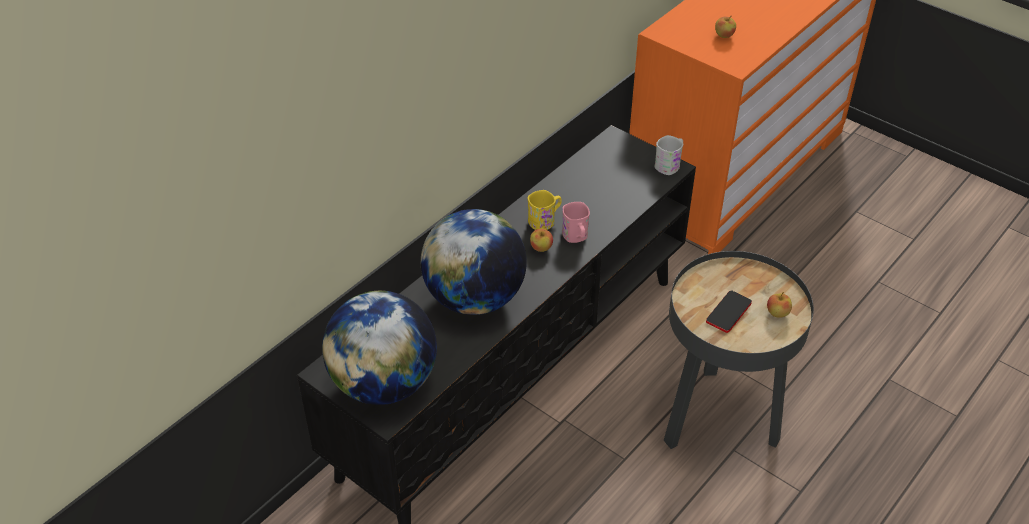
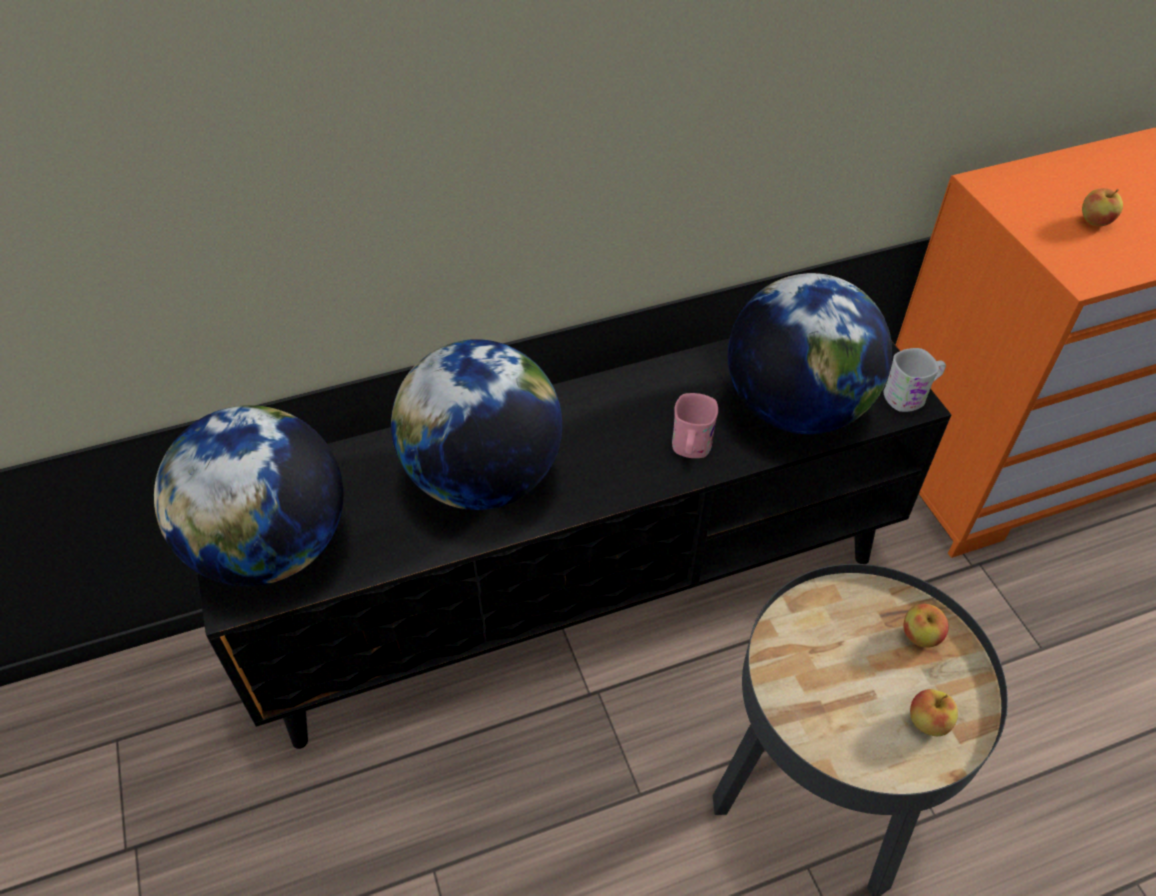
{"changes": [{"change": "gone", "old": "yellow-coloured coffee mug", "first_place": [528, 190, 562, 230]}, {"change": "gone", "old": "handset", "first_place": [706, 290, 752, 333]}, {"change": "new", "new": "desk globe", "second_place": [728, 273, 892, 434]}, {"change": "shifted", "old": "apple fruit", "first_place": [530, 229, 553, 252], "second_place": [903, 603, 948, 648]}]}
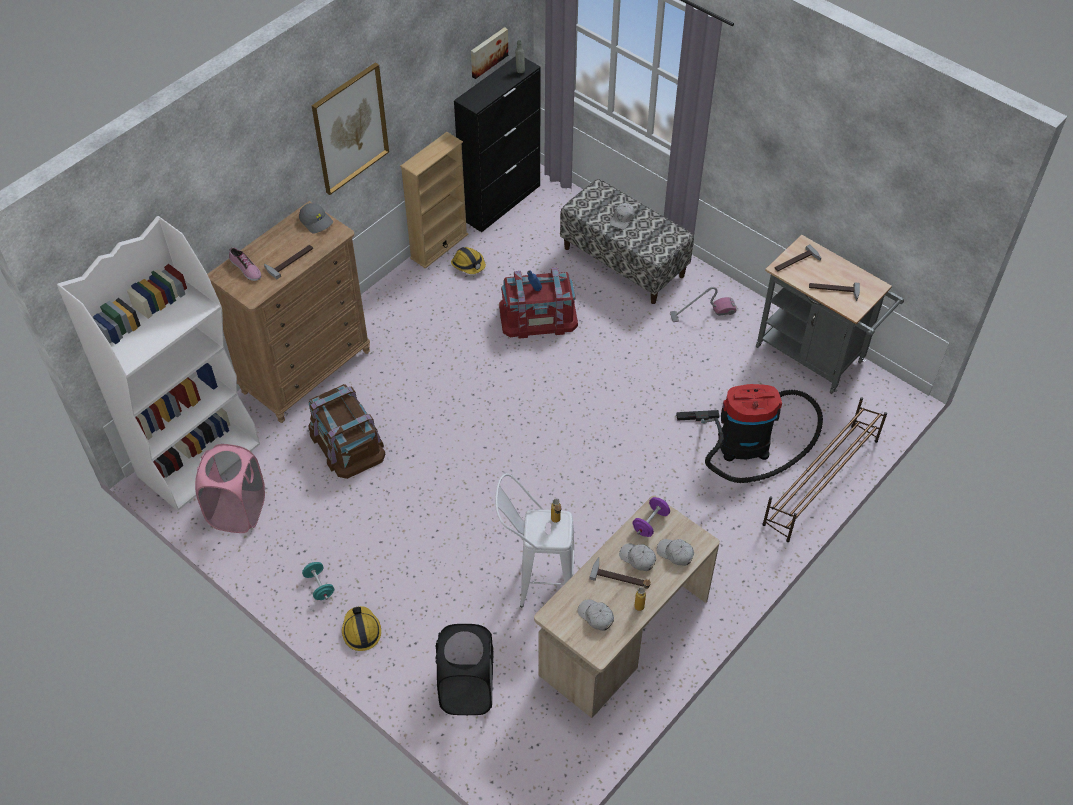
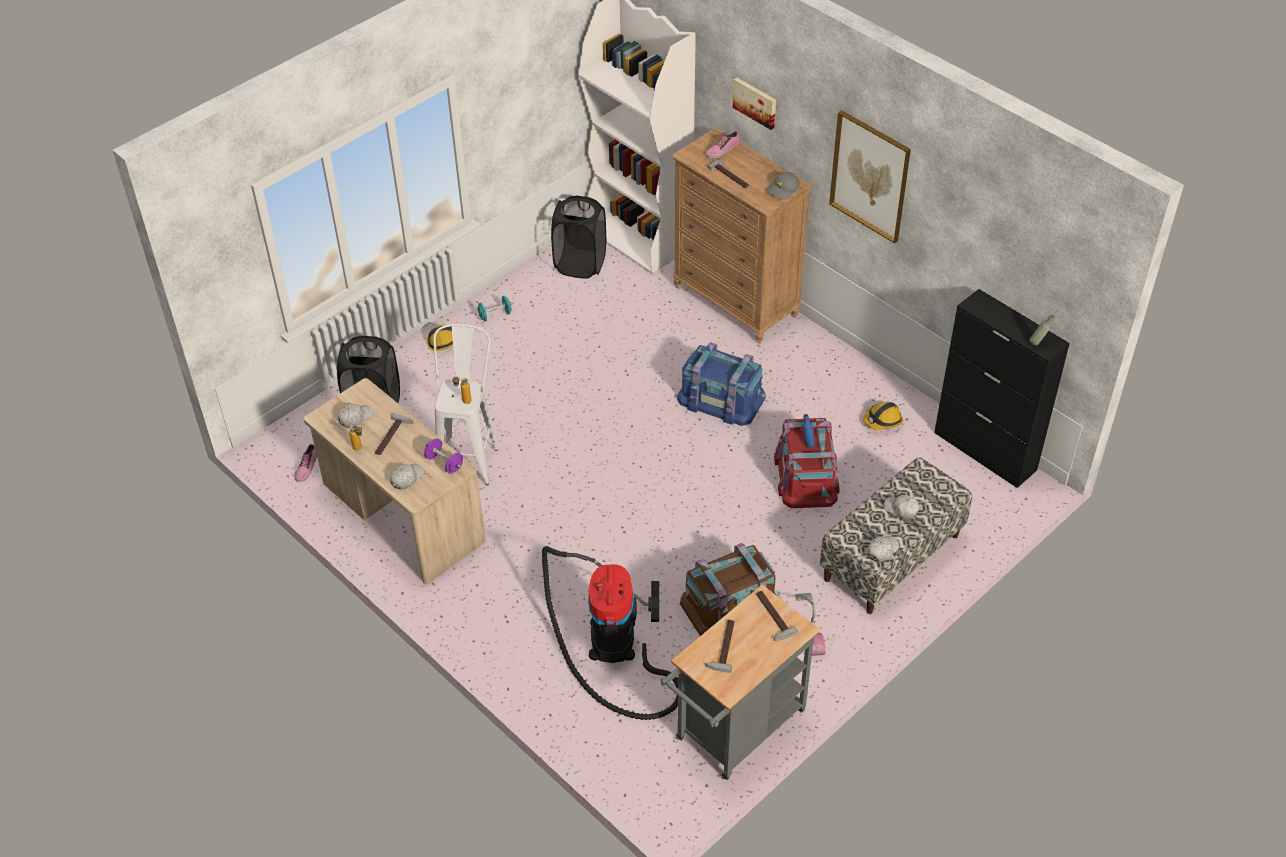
{"changes": [{"change": "gone", "old": "beige bookcase", "first_place": [400, 132, 468, 269]}, {"change": "gone", "old": "brown-coloured shoe shelf", "first_place": [762, 397, 887, 542]}, {"change": "new", "new": "low shoe", "second_place": [295, 444, 317, 482]}, {"change": "new", "new": "bluish storage bin", "second_place": [677, 342, 766, 426]}, {"change": "shifted", "old": "brown-coloured storage bin", "first_place": [308, 384, 386, 479], "second_place": [680, 543, 776, 636]}, {"change": "shifted", "old": "wall art", "first_place": [471, 27, 508, 79], "second_place": [733, 78, 776, 130]}, {"change": "shifted", "old": "whitish peaked cap", "first_place": [619, 543, 656, 571], "second_place": [868, 536, 899, 562]}, {"change": "repainted", "old": "pink-coloured hamper", "new": "black hamper", "first_place": [195, 444, 265, 533], "second_place": [551, 195, 606, 279]}]}
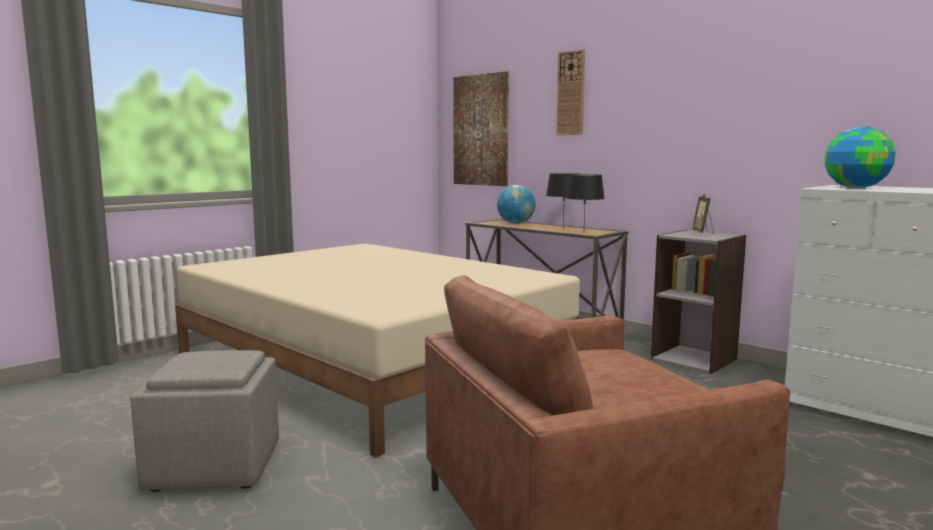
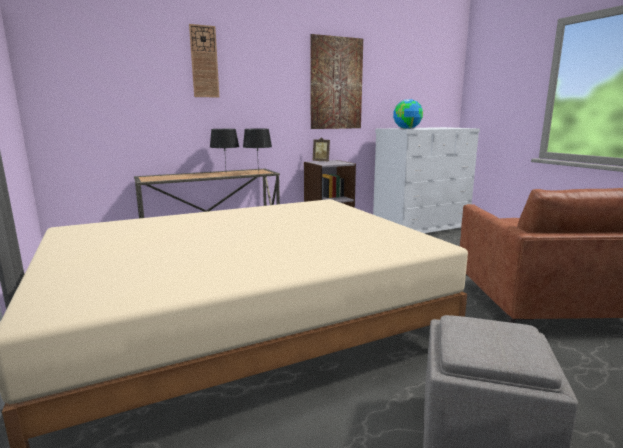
{"changes": [{"change": "gone", "old": "desk globe", "first_place": [497, 185, 536, 224]}, {"change": "shifted", "old": "wall art", "first_place": [453, 71, 509, 186], "second_place": [310, 34, 363, 129]}]}
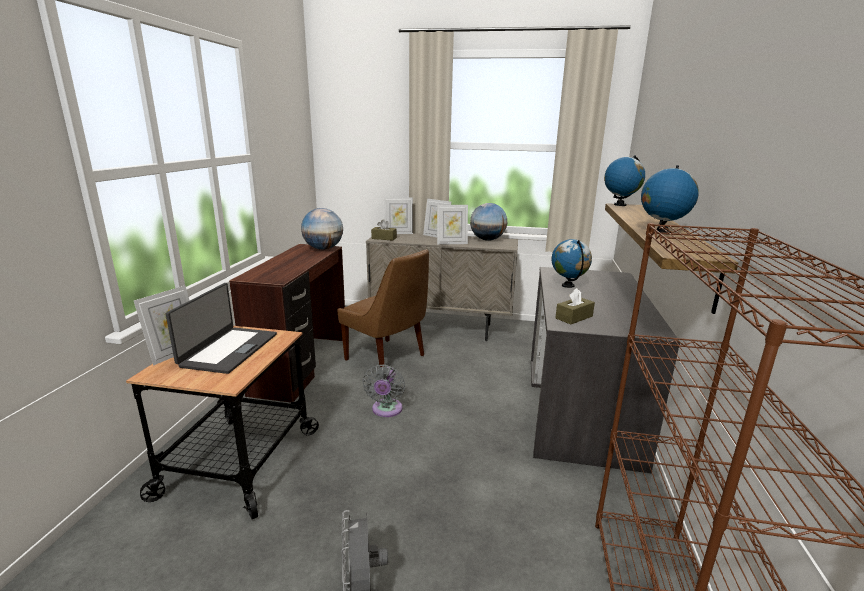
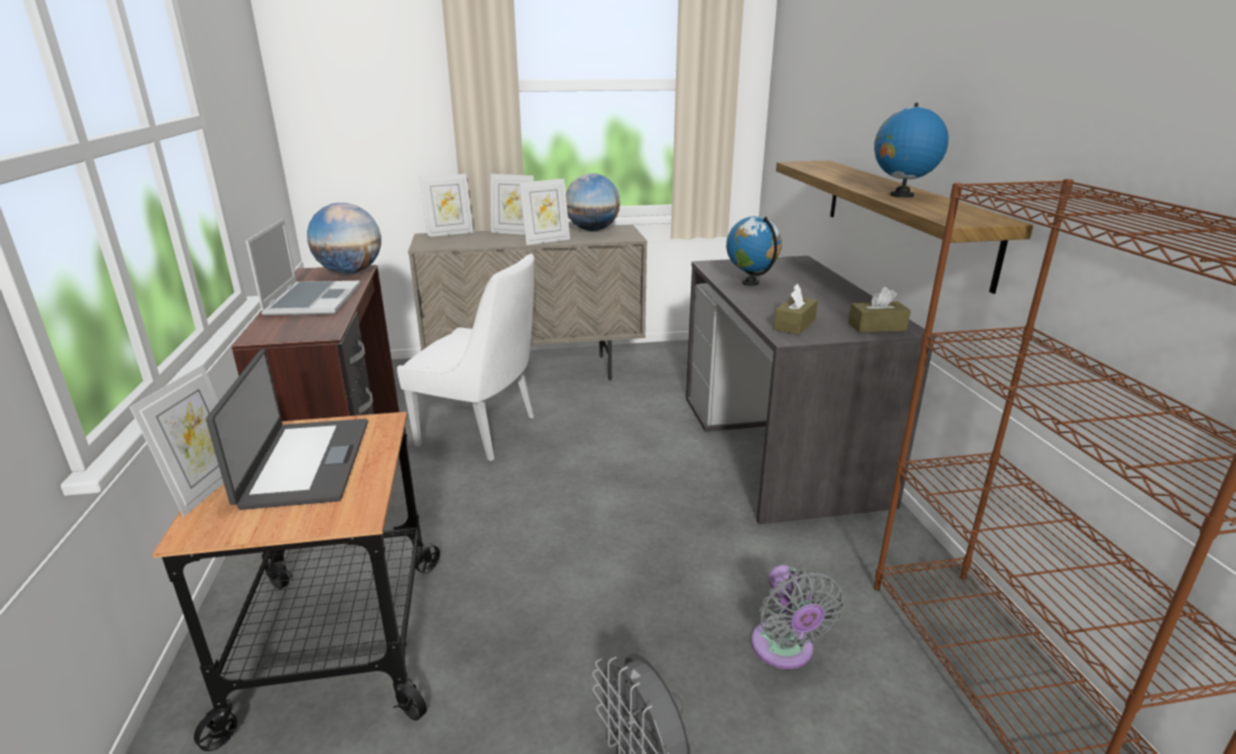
{"changes": [{"change": "gone", "old": "desk globe", "first_place": [604, 155, 645, 206]}, {"change": "new", "new": "notebook computer", "second_place": [246, 219, 360, 316]}, {"change": "shifted", "old": "gray fan", "first_place": [363, 364, 405, 417], "second_place": [751, 565, 844, 669]}, {"change": "shifted", "old": "brown-coloured tissue holder", "first_place": [371, 219, 397, 241], "second_place": [848, 287, 911, 333]}, {"change": "repainted", "old": "brown-coloured upright chair", "new": "whitish upright chair", "first_place": [337, 249, 429, 367], "second_place": [397, 254, 534, 461]}]}
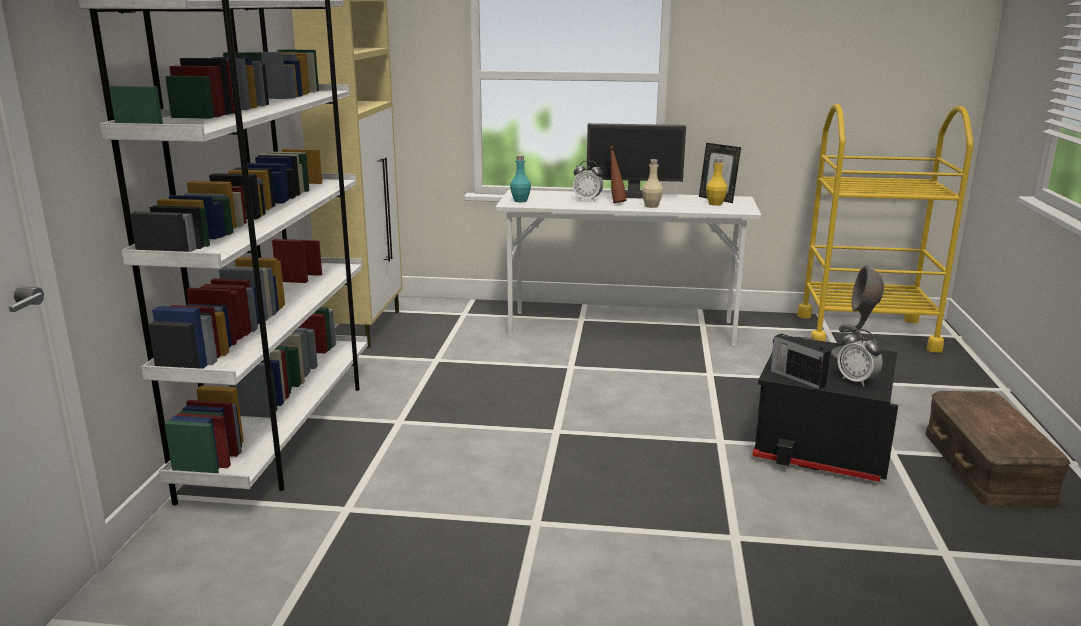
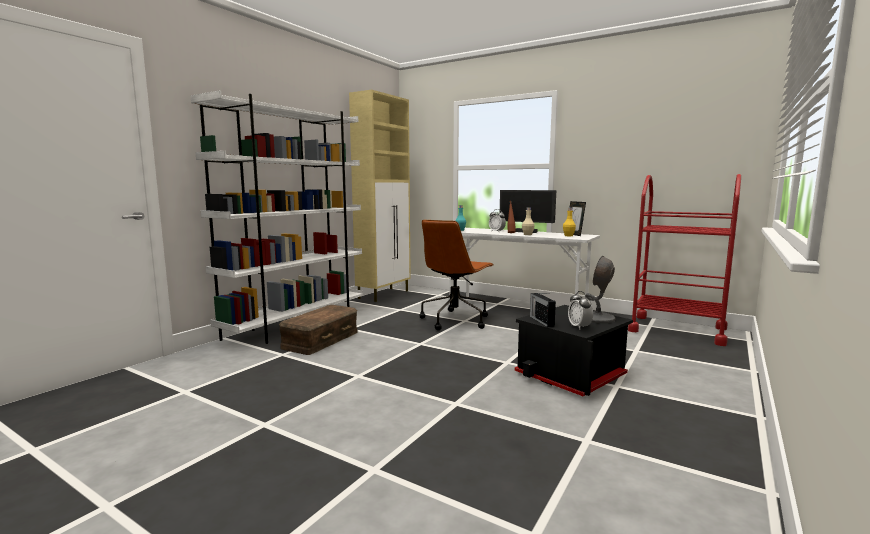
{"changes": [{"change": "new", "new": "brown-coloured desk chair", "second_place": [420, 220, 494, 330]}, {"change": "shifted", "old": "brown-coloured storage bin", "first_place": [925, 391, 1070, 508], "second_place": [279, 305, 358, 355]}, {"change": "repainted", "old": "yellow-coloured cart", "new": "red cart", "first_place": [797, 104, 974, 353], "second_place": [628, 174, 741, 346]}]}
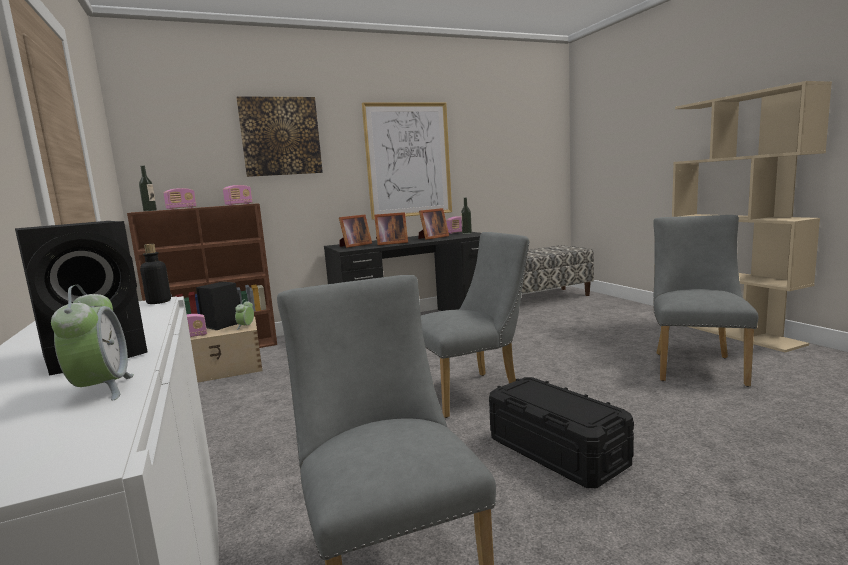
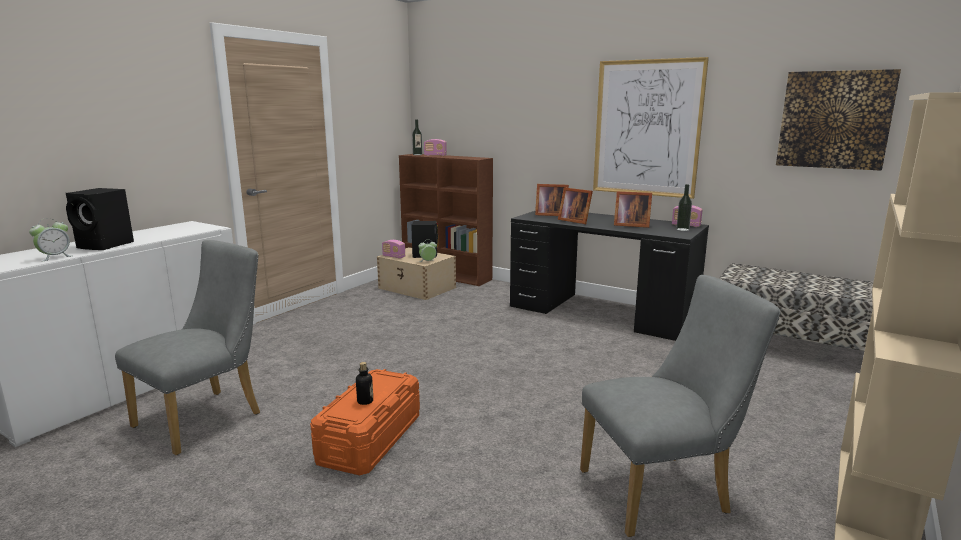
{"changes": [{"change": "gone", "old": "radio receiver", "first_place": [223, 185, 252, 205]}, {"change": "gone", "old": "gray upright chair", "first_place": [421, 232, 530, 418]}, {"change": "shifted", "old": "drink bottle", "first_place": [140, 244, 171, 304], "second_place": [356, 362, 373, 405]}, {"change": "shifted", "old": "wall art", "first_place": [236, 96, 323, 177], "second_place": [776, 69, 901, 171]}, {"change": "repainted", "old": "black storage bin", "new": "orange storage bin", "first_place": [489, 377, 634, 488], "second_place": [310, 369, 420, 475]}]}
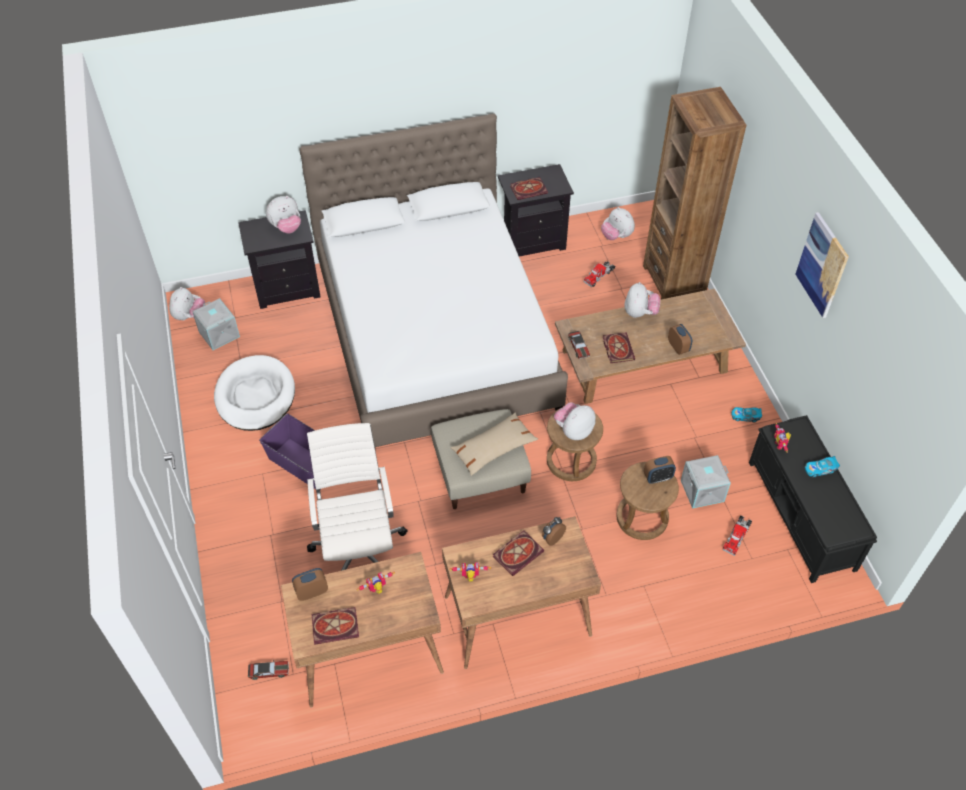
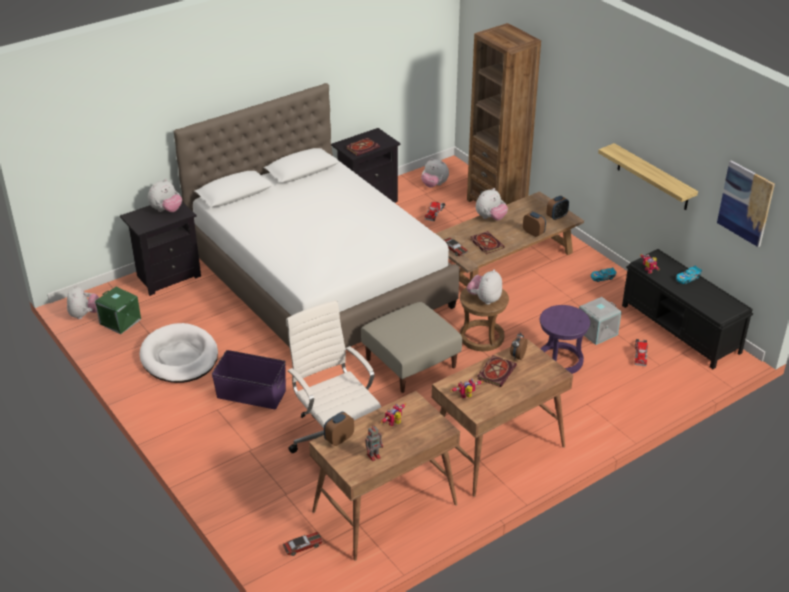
{"changes": [{"change": "gone", "old": "beige pillow", "first_place": [451, 412, 538, 476]}, {"change": "new", "new": "bracket shelf", "second_place": [598, 143, 698, 210]}, {"change": "shifted", "old": "table clock", "first_place": [644, 456, 676, 484], "second_place": [546, 196, 569, 220]}, {"change": "shifted", "old": "wall art", "first_place": [795, 212, 849, 318], "second_place": [717, 160, 775, 247]}, {"change": "swapped", "old": "volume", "new": "toy robot", "first_place": [312, 607, 359, 645], "second_place": [365, 426, 383, 461]}, {"change": "repainted", "old": "gray storage bin", "new": "green storage bin", "first_place": [192, 298, 240, 350], "second_place": [95, 287, 141, 334]}, {"change": "repainted", "old": "brown-coloured stool seat", "new": "purple-coloured stool seat", "first_place": [617, 462, 679, 540], "second_place": [540, 305, 590, 374]}, {"change": "rotated", "old": "cuddly toy", "first_place": [625, 282, 660, 318], "second_place": [476, 188, 508, 220], "degrees": 60}]}
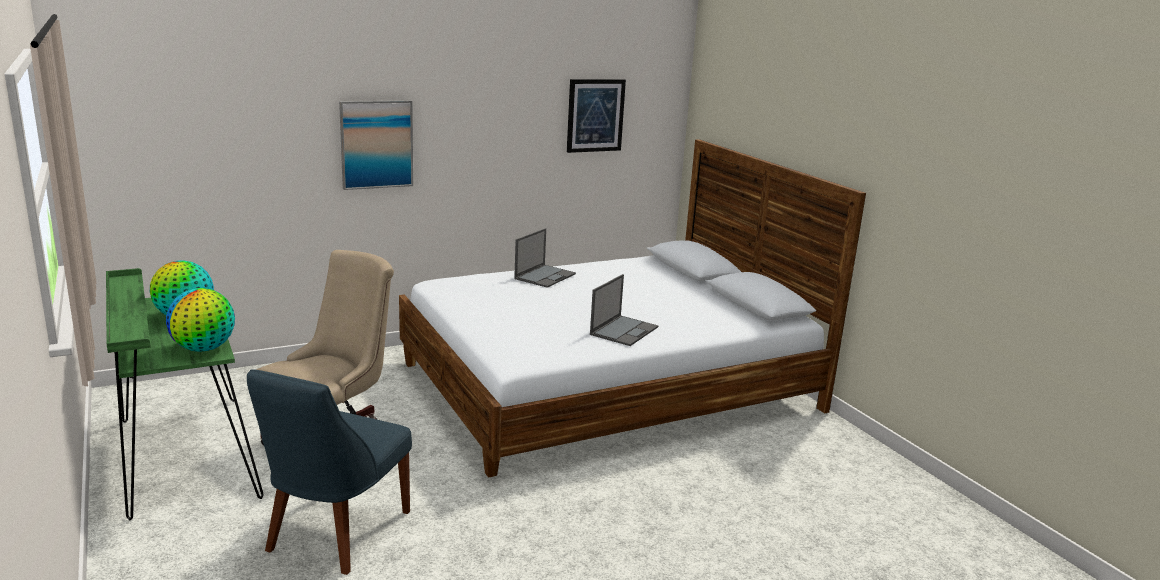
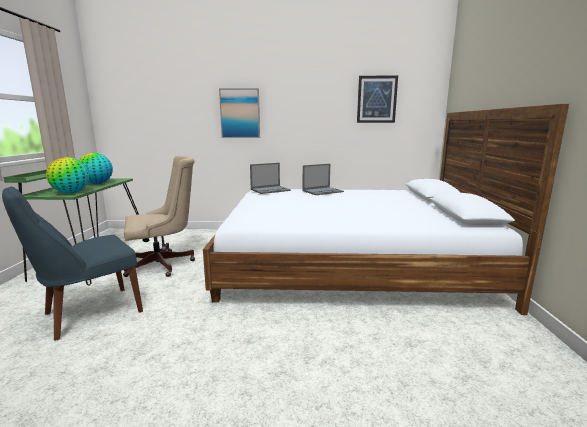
{"changes": [{"change": "shifted", "old": "notebook computer", "first_place": [590, 274, 659, 346], "second_place": [250, 163, 291, 194]}]}
